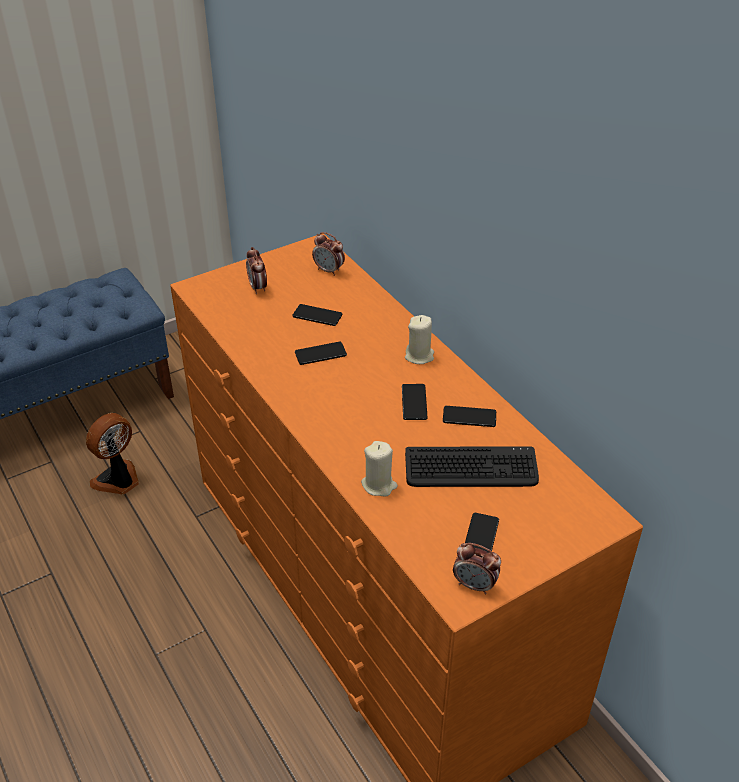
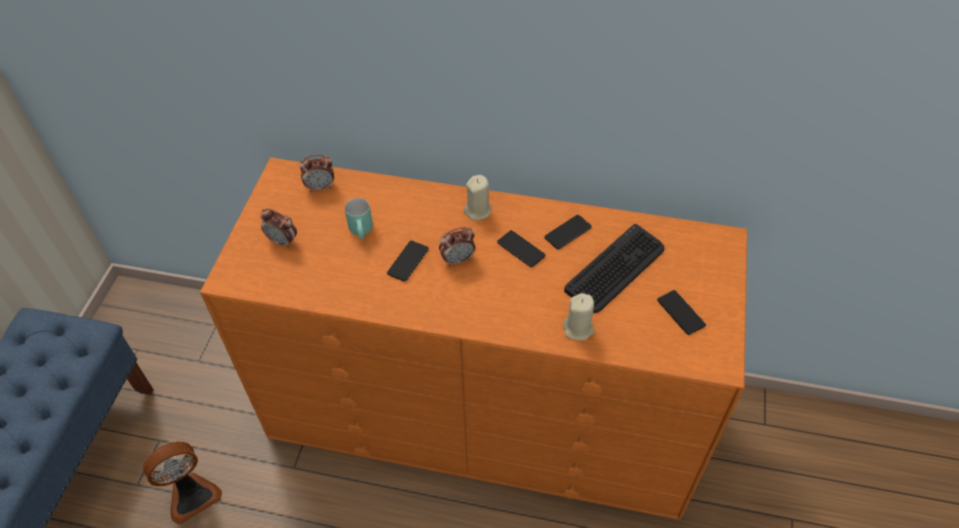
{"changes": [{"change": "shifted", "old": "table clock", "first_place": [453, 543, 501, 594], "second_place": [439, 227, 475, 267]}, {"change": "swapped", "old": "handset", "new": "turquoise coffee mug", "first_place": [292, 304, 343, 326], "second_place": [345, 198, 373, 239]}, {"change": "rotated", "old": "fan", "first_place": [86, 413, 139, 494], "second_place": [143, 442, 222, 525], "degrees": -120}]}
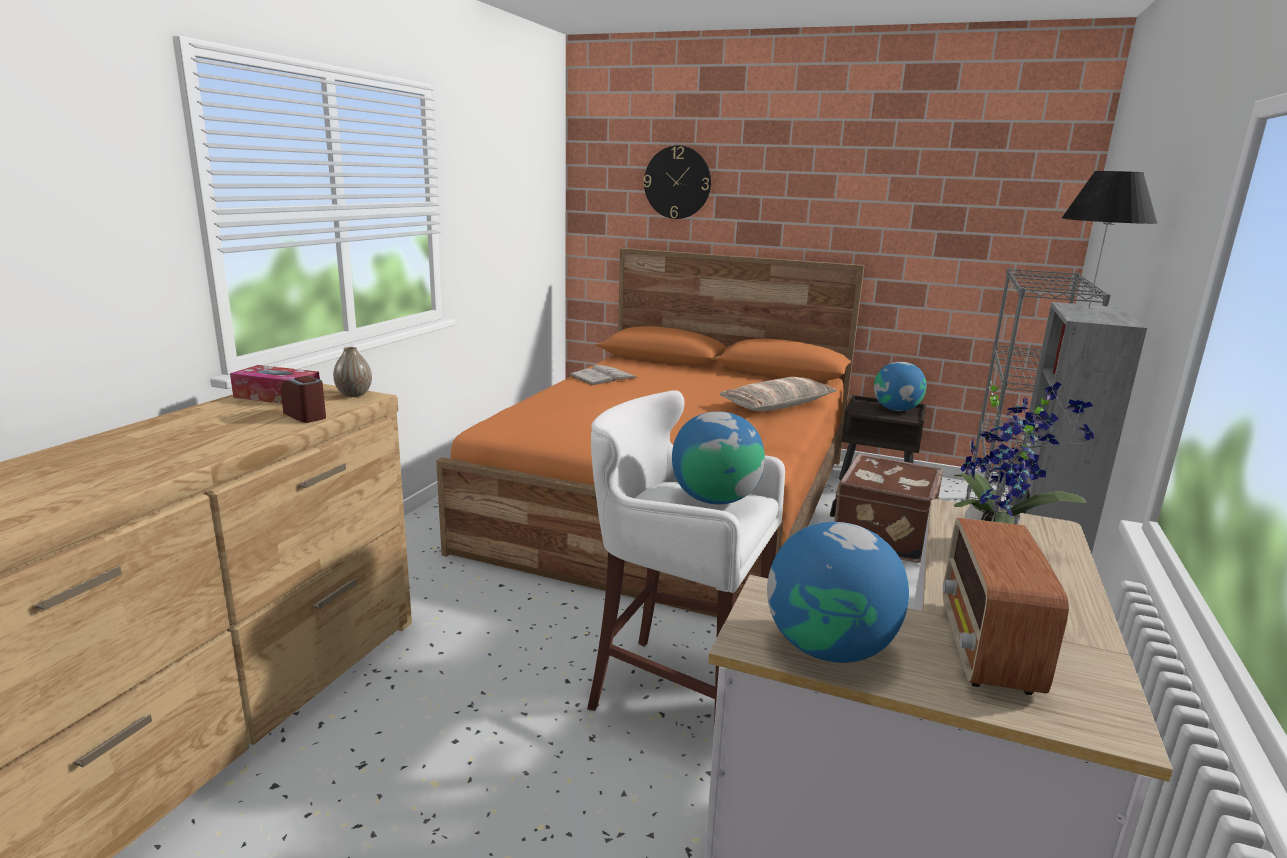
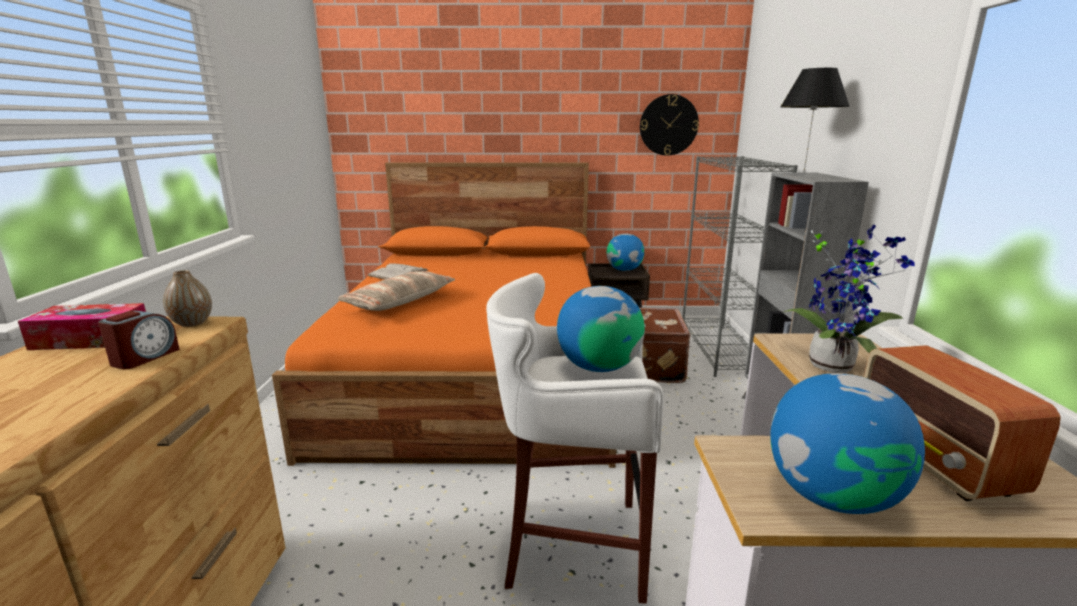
{"changes": [{"change": "shifted", "old": "wall clock", "first_place": [644, 146, 711, 219], "second_place": [640, 94, 699, 156]}, {"change": "shifted", "old": "pillow", "first_place": [720, 377, 837, 411], "second_place": [338, 271, 455, 311]}, {"change": "rotated", "old": "table clock", "first_place": [281, 376, 326, 423], "second_place": [98, 311, 180, 369], "degrees": 90}]}
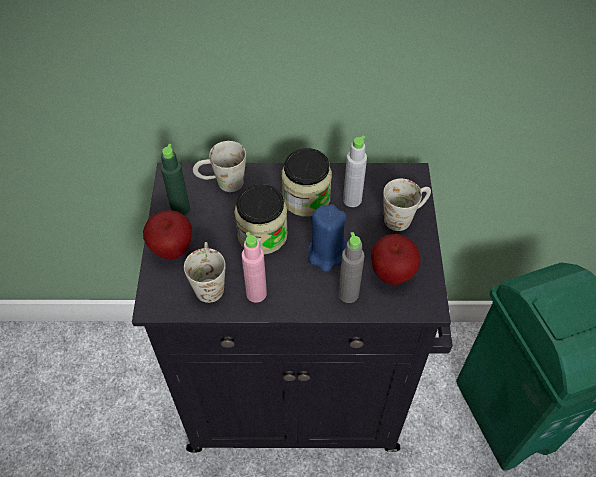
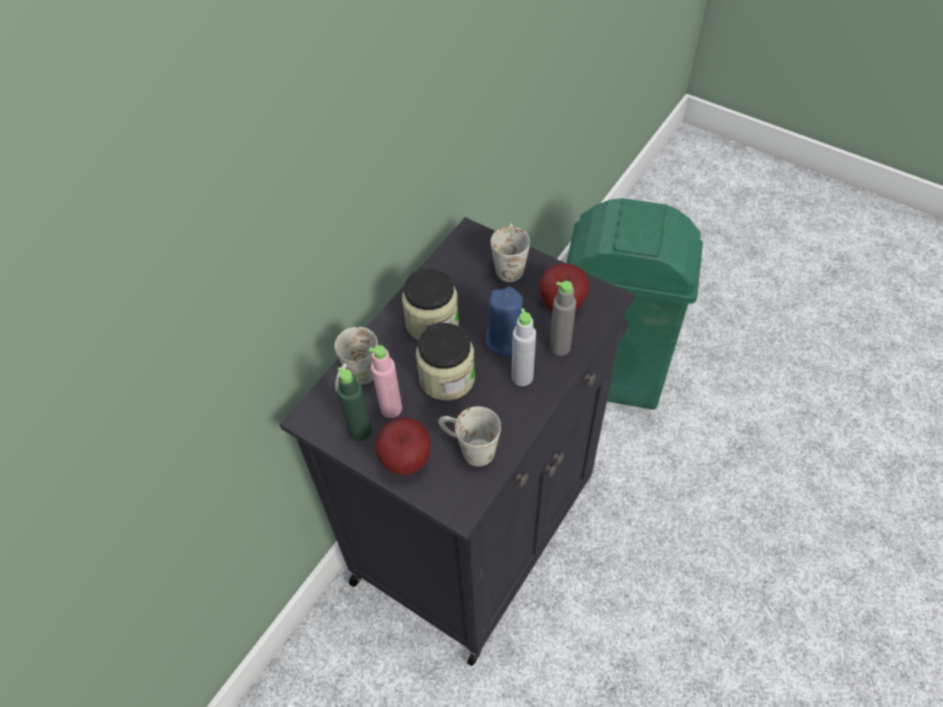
{"changes": [{"change": "shifted", "old": "pink-coloured drink bottle", "first_place": [241, 232, 267, 302], "second_place": [369, 345, 402, 418]}, {"change": "shifted", "old": "gray drink bottle", "first_place": [343, 135, 367, 207], "second_place": [512, 308, 536, 386]}]}
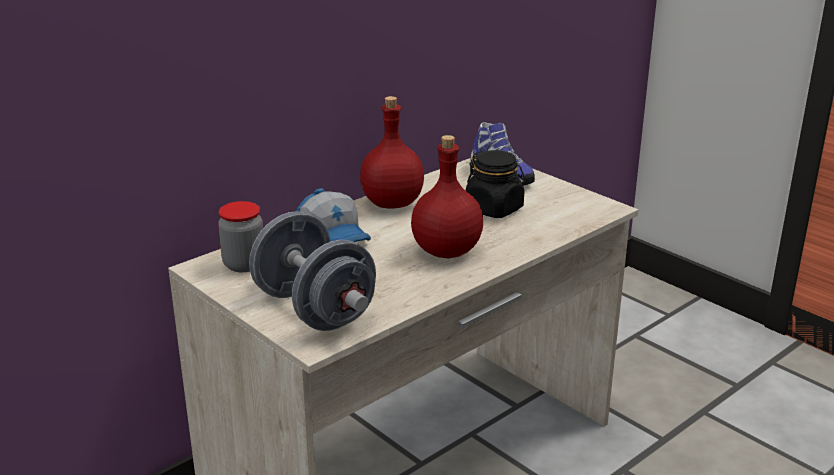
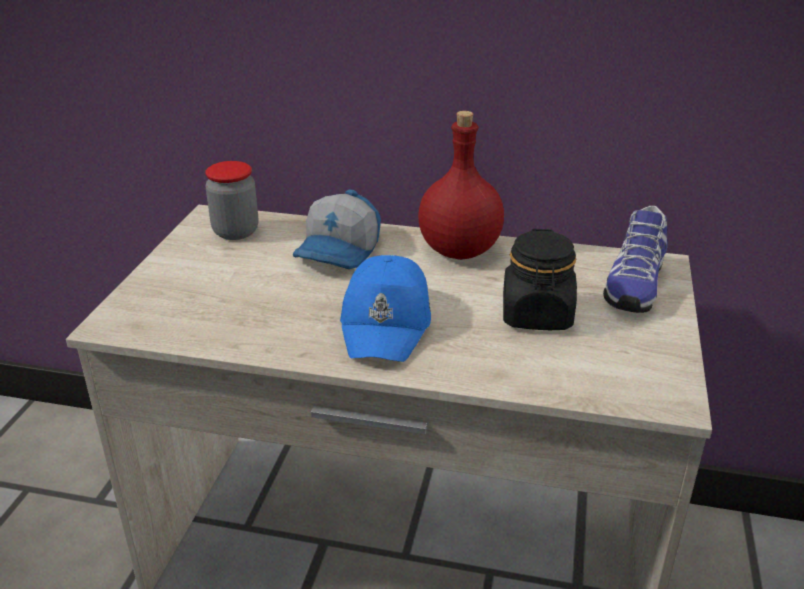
{"changes": [{"change": "gone", "old": "gray hand weight", "first_place": [249, 211, 376, 331]}, {"change": "swapped", "old": "red drink bottle", "new": "bluish peaked cap", "first_place": [411, 135, 483, 259], "second_place": [340, 255, 431, 362]}]}
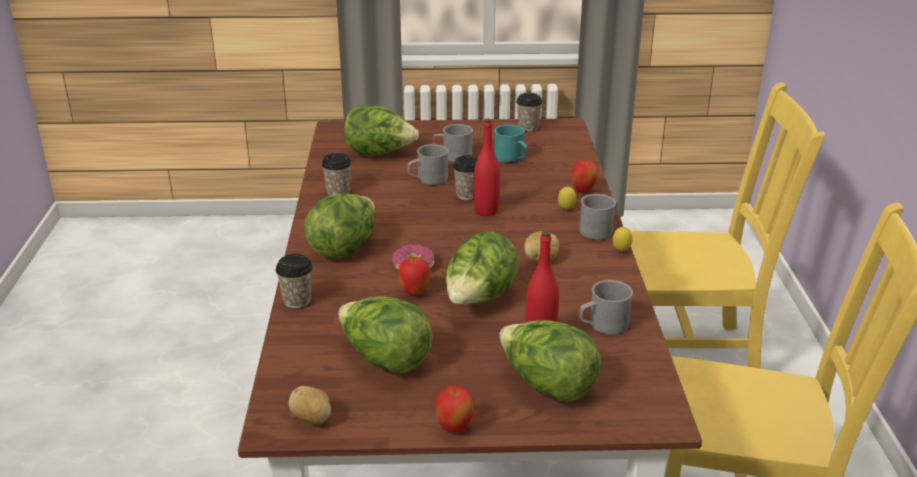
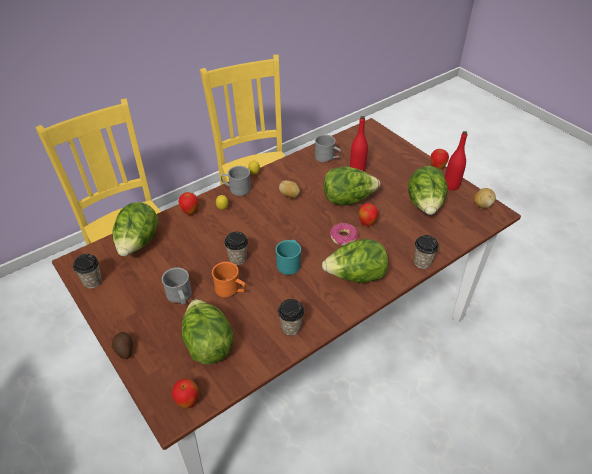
{"changes": [{"change": "new", "new": "whole potato", "second_place": [112, 332, 133, 359]}, {"change": "new", "new": "apple fruit", "second_place": [172, 379, 198, 409]}, {"change": "shifted", "old": "red drink bottle", "first_place": [474, 118, 500, 216], "second_place": [445, 131, 467, 191]}, {"change": "shifted", "old": "turquoise coffee mug", "first_place": [494, 125, 528, 163], "second_place": [276, 240, 301, 275]}, {"change": "shifted", "old": "head of lettuce", "first_place": [499, 320, 601, 403], "second_place": [112, 202, 158, 256]}, {"change": "repainted", "old": "gray coffee mug", "new": "orange coffee mug", "first_place": [407, 144, 448, 185], "second_place": [212, 262, 246, 298]}]}
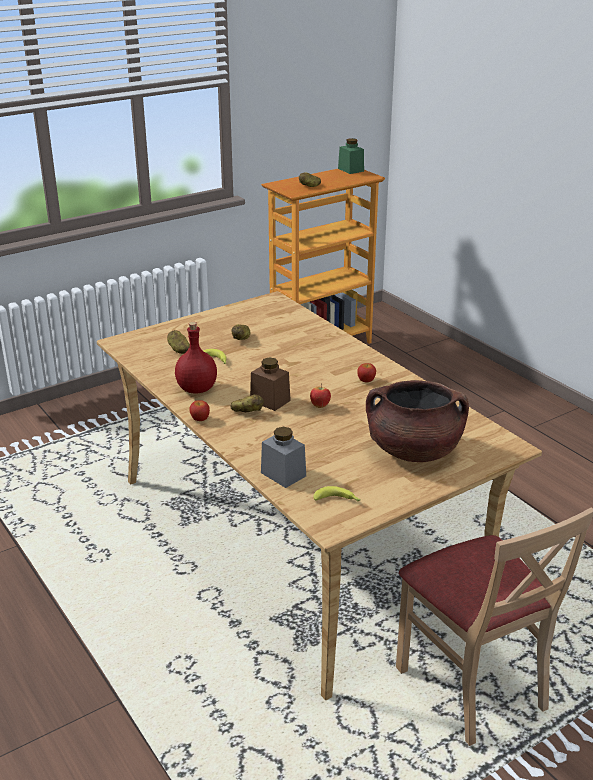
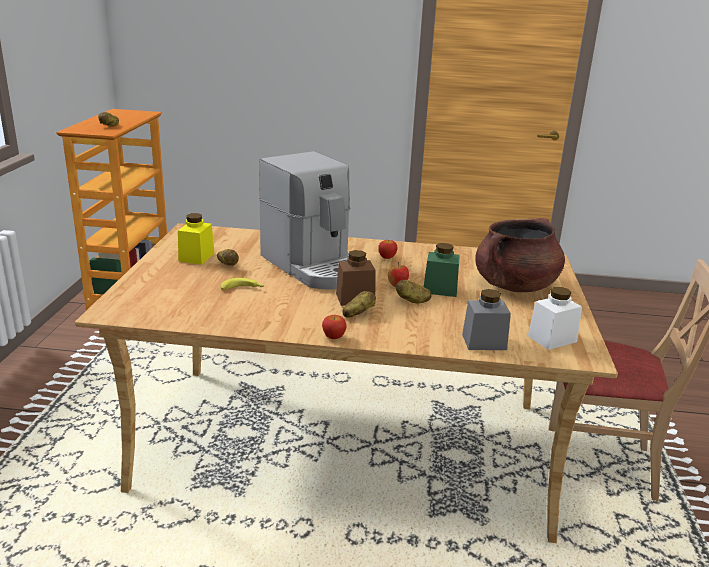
{"changes": [{"change": "gone", "old": "red drink bottle", "first_place": [175, 322, 217, 393]}, {"change": "new", "new": "yellow-coloured jar", "second_place": [178, 213, 214, 265]}, {"change": "new", "new": "coffee brewer", "second_place": [259, 151, 350, 290]}, {"change": "shifted", "old": "whole potato", "first_place": [167, 330, 190, 354], "second_place": [396, 280, 431, 303]}, {"change": "shifted", "old": "green jar", "first_place": [338, 138, 364, 174], "second_place": [424, 243, 460, 297]}, {"change": "swapped", "old": "banana fruit", "new": "whitish jar", "first_place": [313, 486, 361, 502], "second_place": [528, 287, 582, 350]}]}
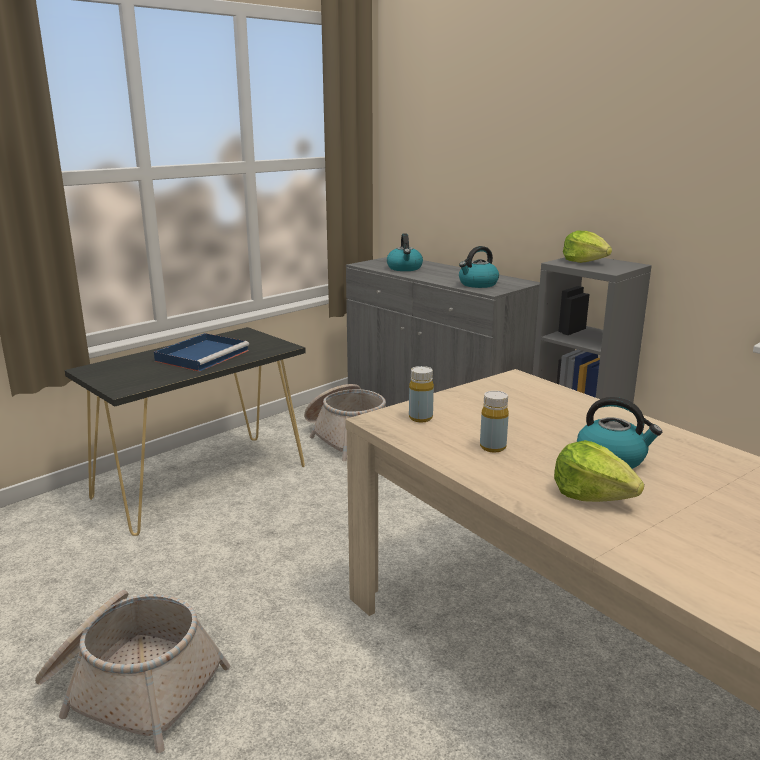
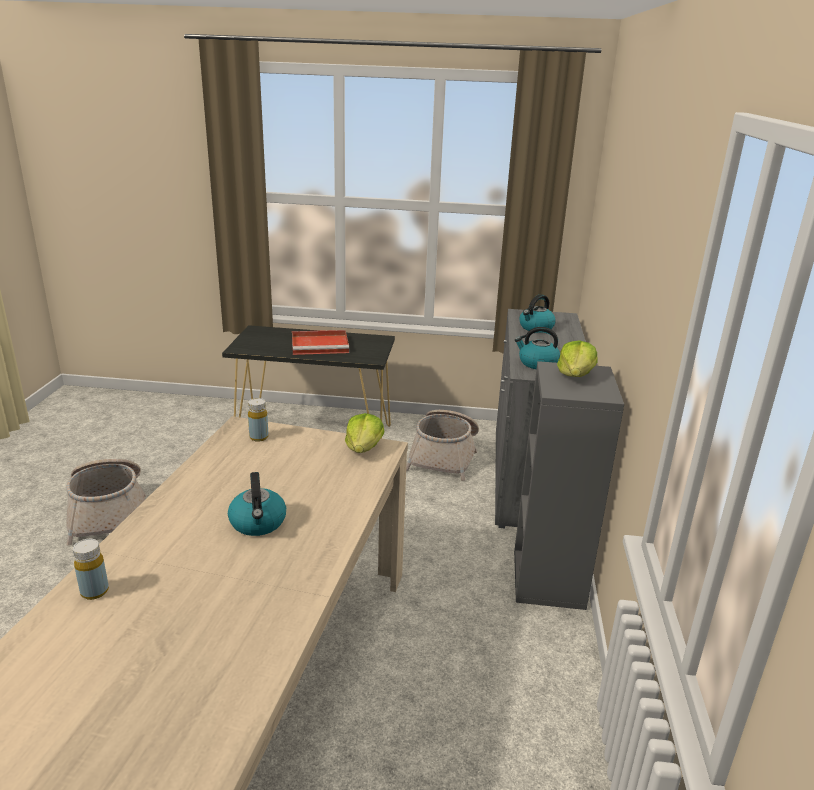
{"changes": [{"change": "shifted", "old": "yellow-coloured drink bottle", "first_place": [480, 391, 509, 453], "second_place": [73, 539, 109, 600]}, {"change": "shifted", "old": "head of lettuce", "first_place": [554, 440, 644, 502], "second_place": [345, 413, 384, 453]}, {"change": "repainted", "old": "bluish serving tray", "new": "red serving tray", "first_place": [154, 333, 249, 372], "second_place": [292, 330, 349, 355]}]}
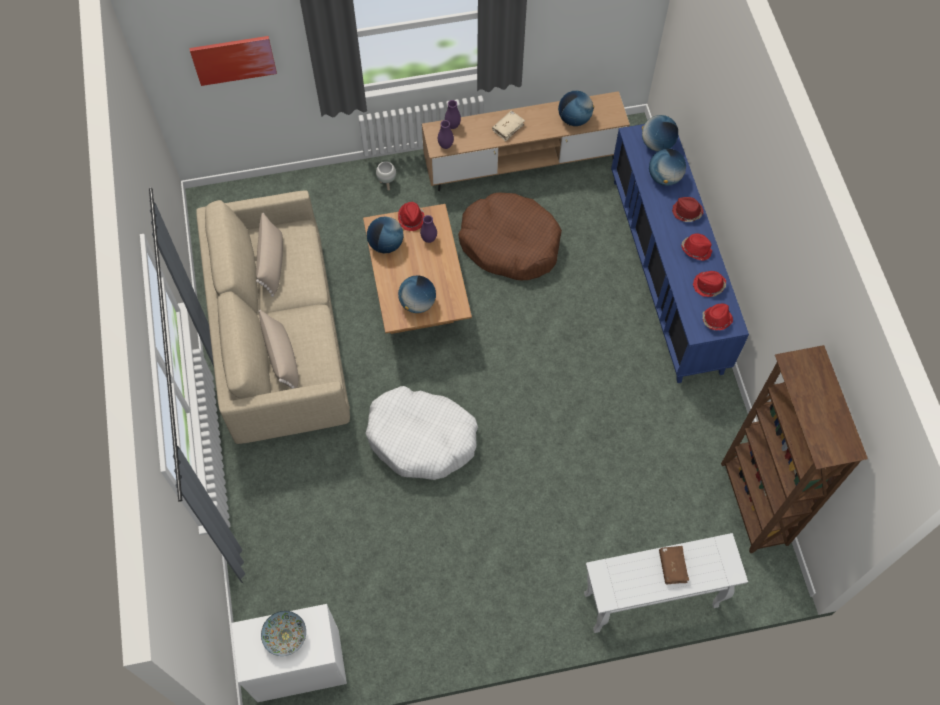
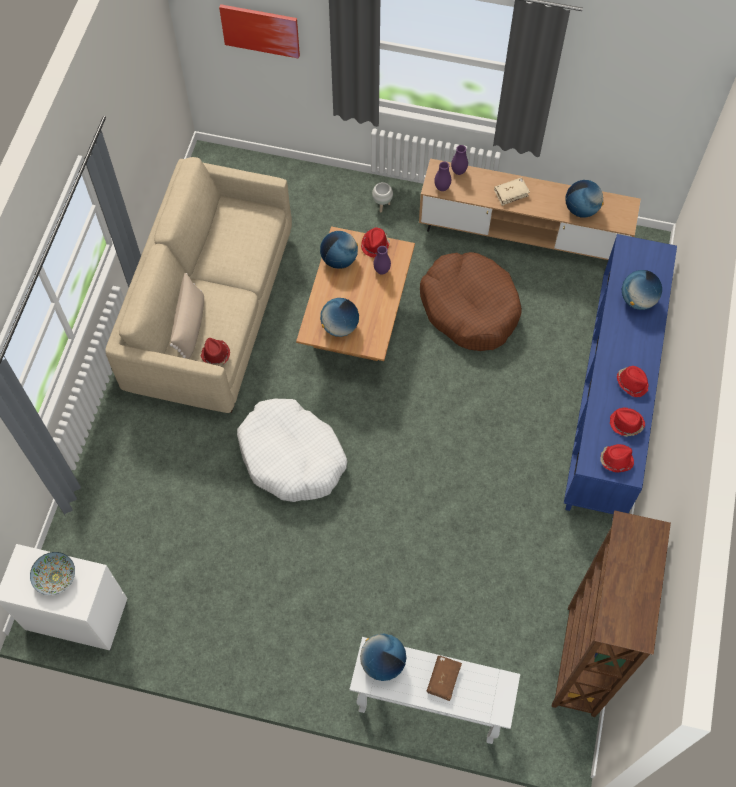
{"changes": [{"change": "gone", "old": "beige pillow", "first_place": [256, 213, 283, 297]}, {"change": "shifted", "old": "desk globe", "first_place": [642, 115, 678, 152], "second_place": [360, 634, 406, 681]}, {"change": "shifted", "old": "red hat", "first_place": [672, 197, 704, 222], "second_place": [201, 338, 230, 366]}]}
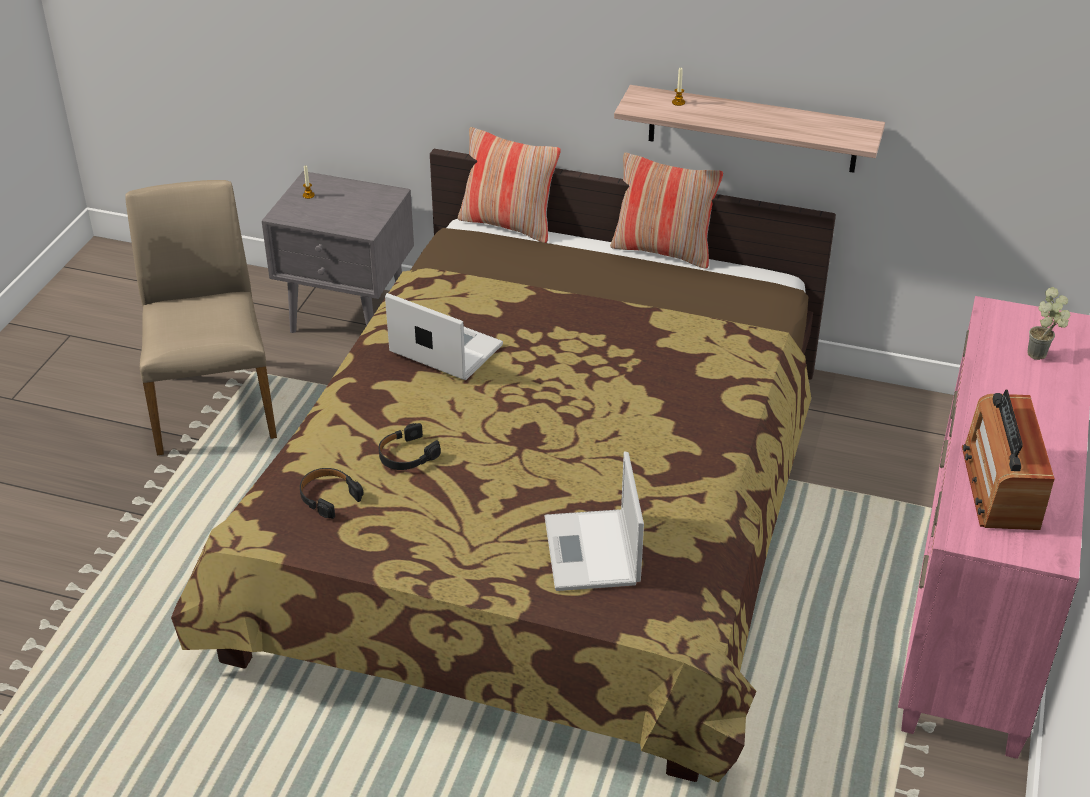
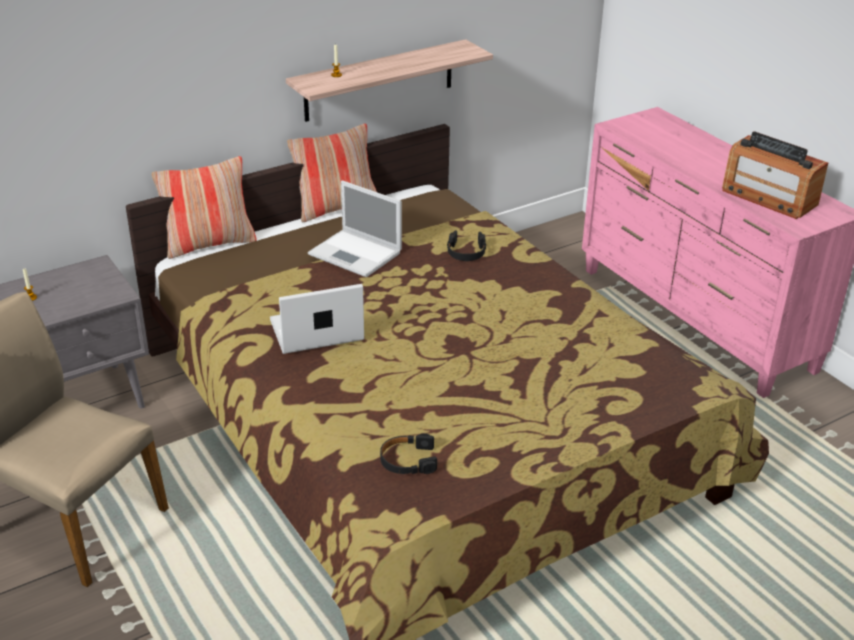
{"changes": [{"change": "gone", "old": "potted plant", "first_place": [1028, 287, 1071, 360]}, {"change": "shifted", "old": "black headset", "first_place": [379, 423, 441, 470], "second_place": [447, 230, 486, 261]}, {"change": "shifted", "old": "notebook computer", "first_place": [544, 452, 644, 591], "second_place": [308, 181, 402, 277]}]}
